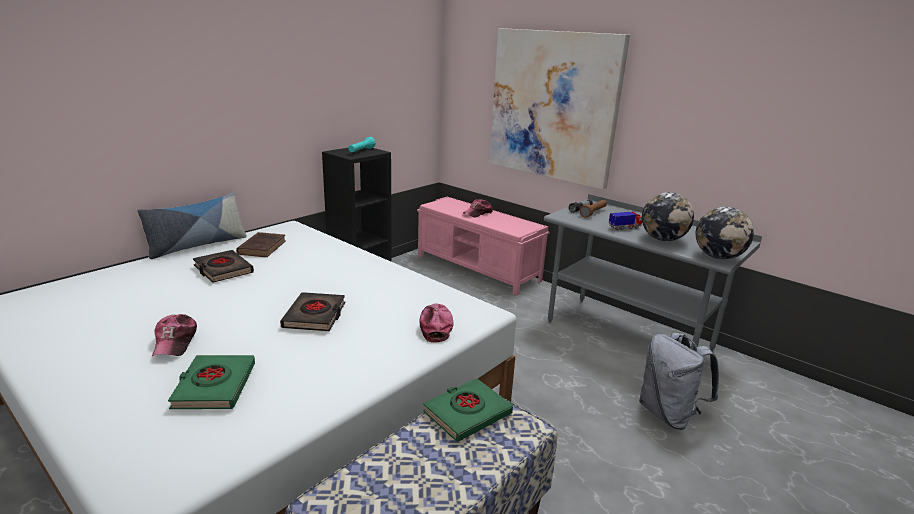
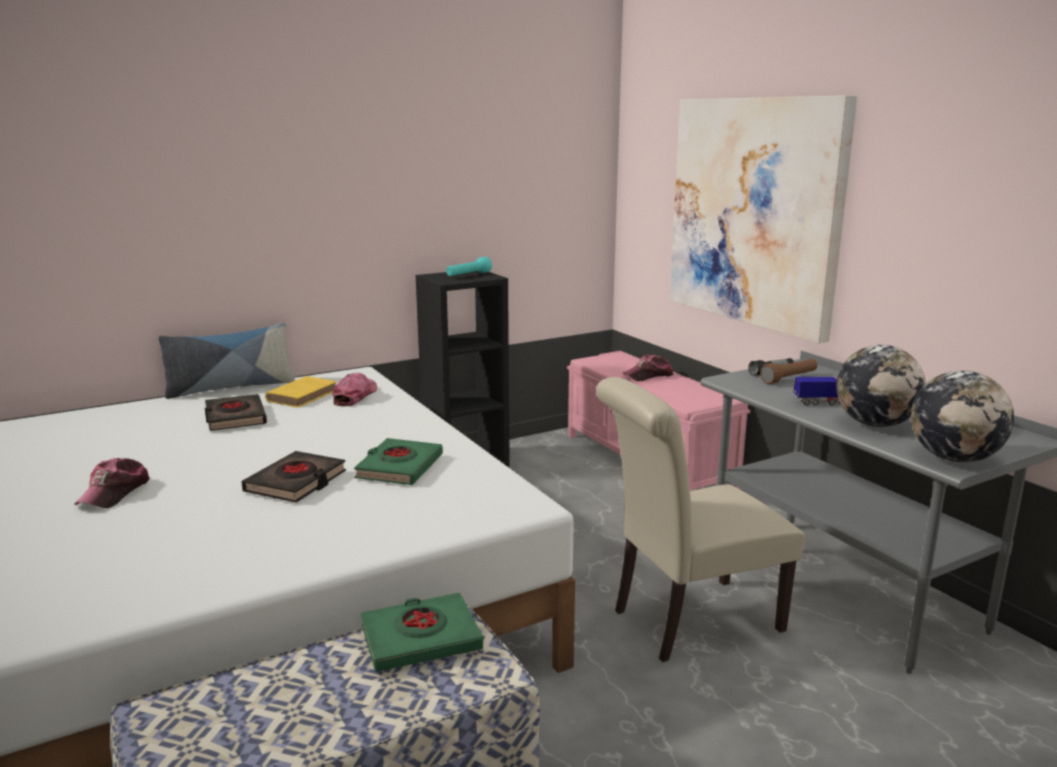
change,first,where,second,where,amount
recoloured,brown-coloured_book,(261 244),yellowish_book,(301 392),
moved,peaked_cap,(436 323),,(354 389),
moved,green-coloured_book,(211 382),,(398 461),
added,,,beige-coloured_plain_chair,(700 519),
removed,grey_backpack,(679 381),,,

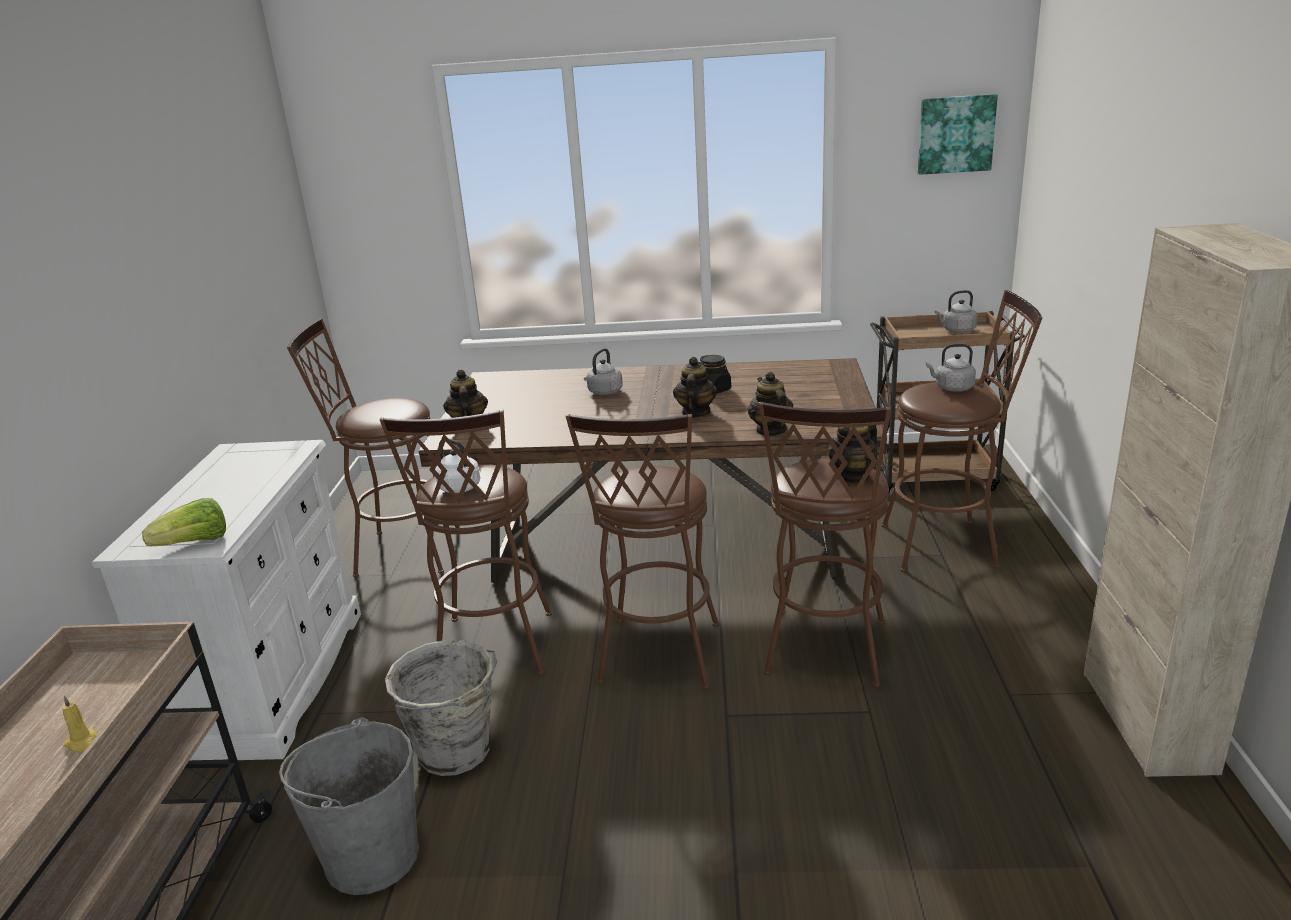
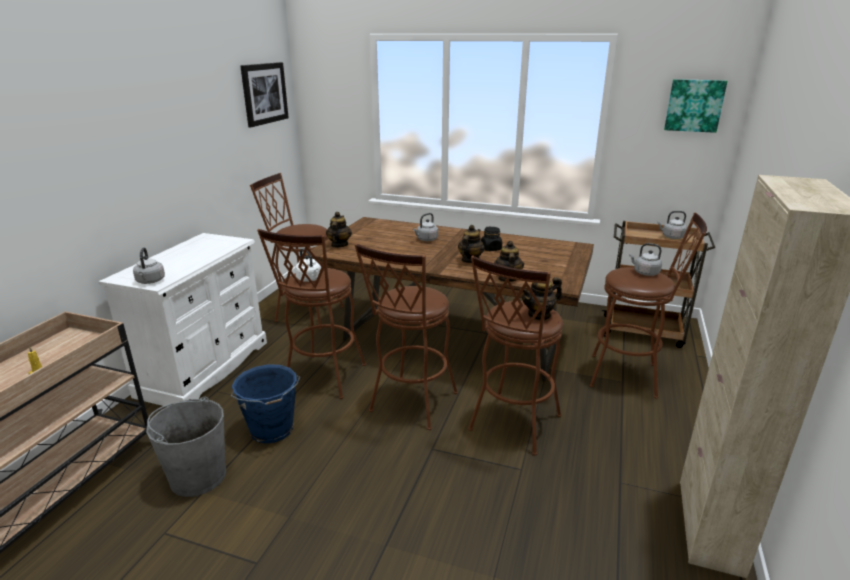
change,first,where,second,where,amount
replaced,lettuce_head,(184 522),grey_tea_kettle,(149 266),
recoloured,grey_pail,(441 707),blue_pail,(265 404),
added,,,wall_art,(264 94),

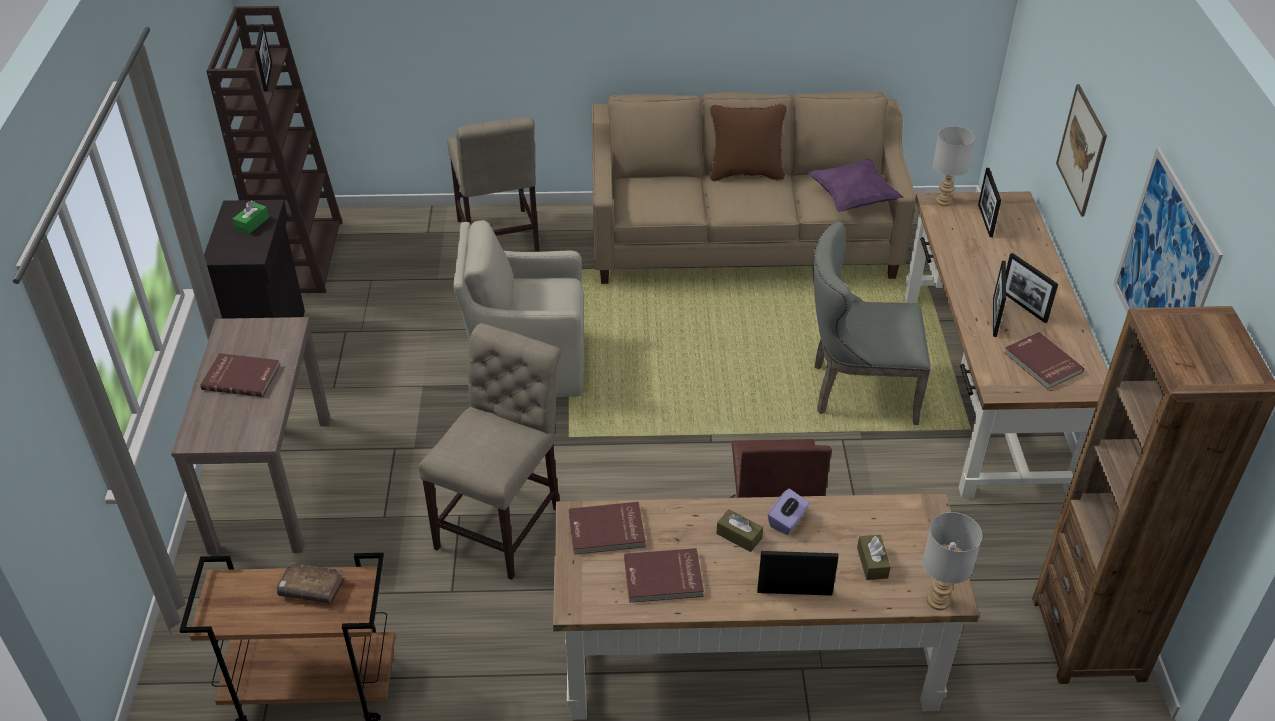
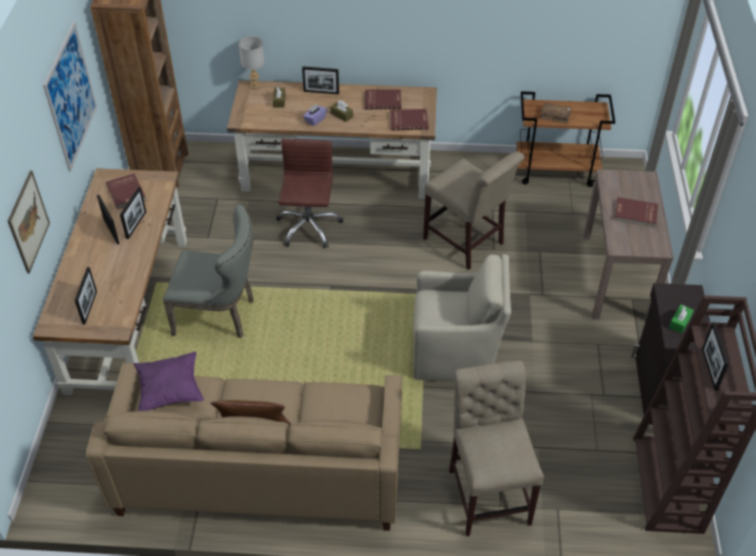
change,first,where,second,where,amount
turned,beige-coloured_plain_chair,(489 451),,(473 210),75 degrees counterclockwise
removed,grey_tabletop_lamp,(954 166),,,

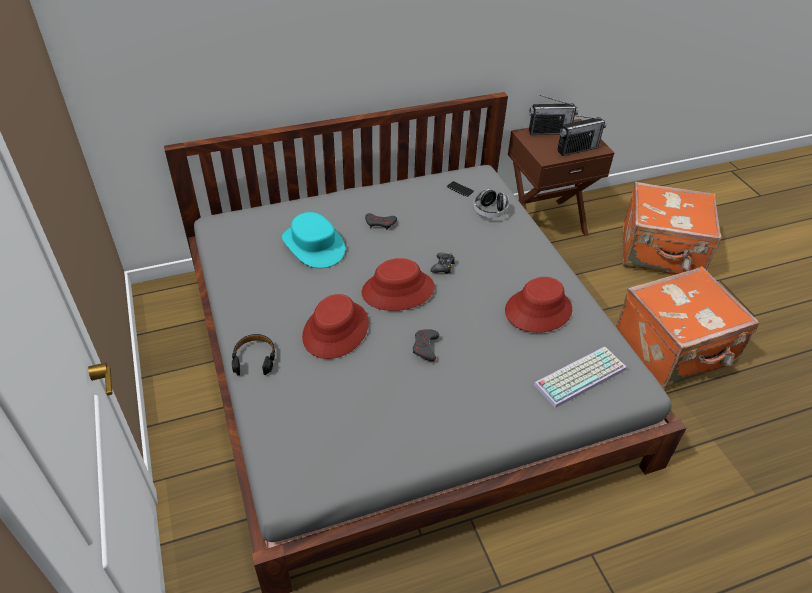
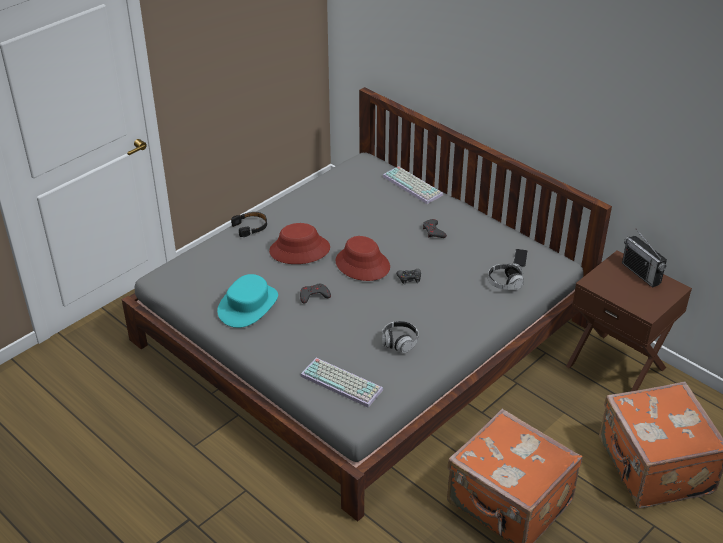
change,first,where,second,where,amount
moved,turquoise_wearable_hat,(313 240),,(247 301),
replaced,red_wearable_hat,(538 305),pair_of_headphones,(400 337),
added,,,keyboard,(413 185),
removed,radio_receiver,(581 135),,,

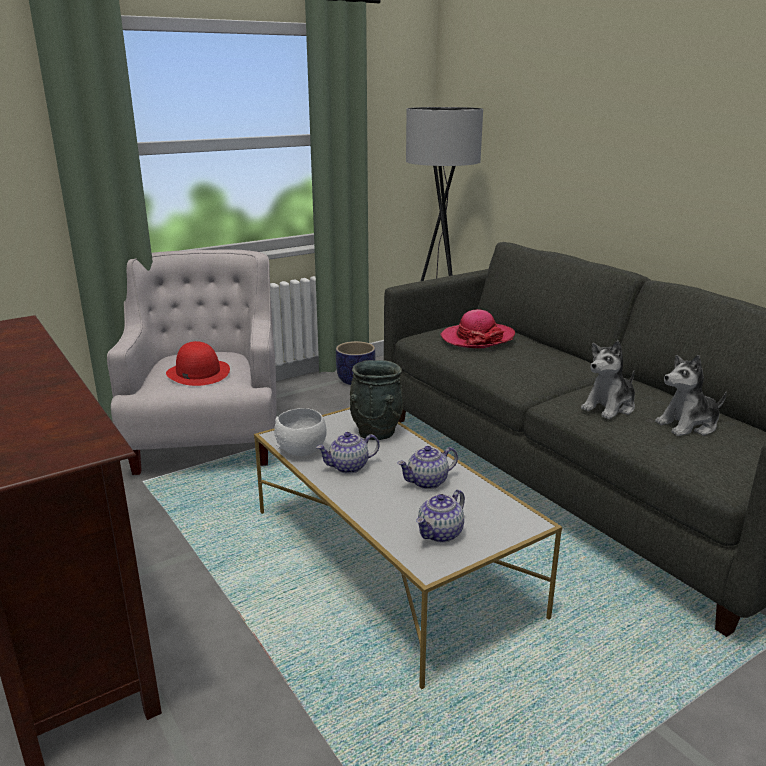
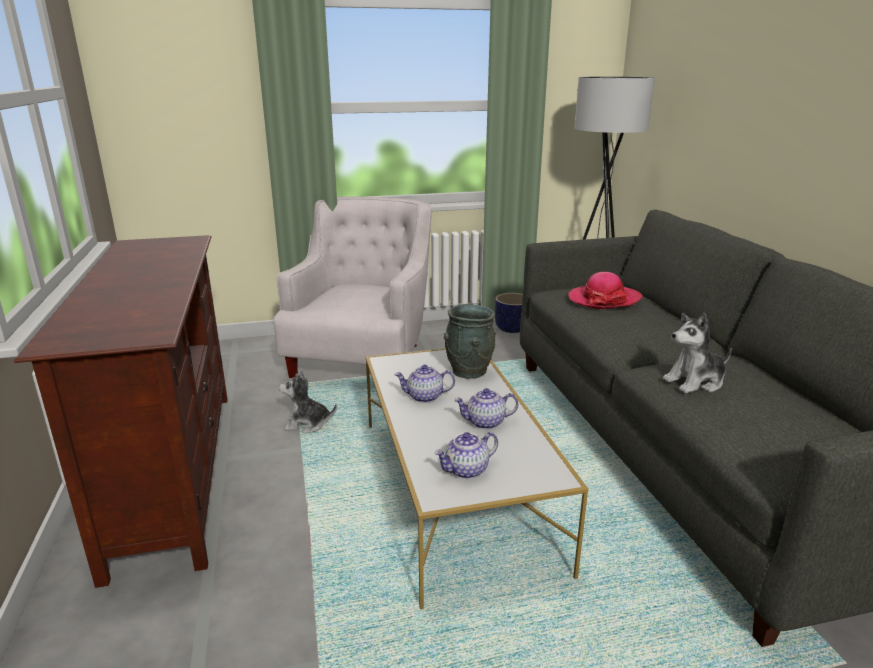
change,first,where,second,where,amount
moved,plush_toy,(691 395),,(308 402),
removed,red_wearable_hat,(198 363),,,
removed,white-coloured_bowl,(300 432),,,

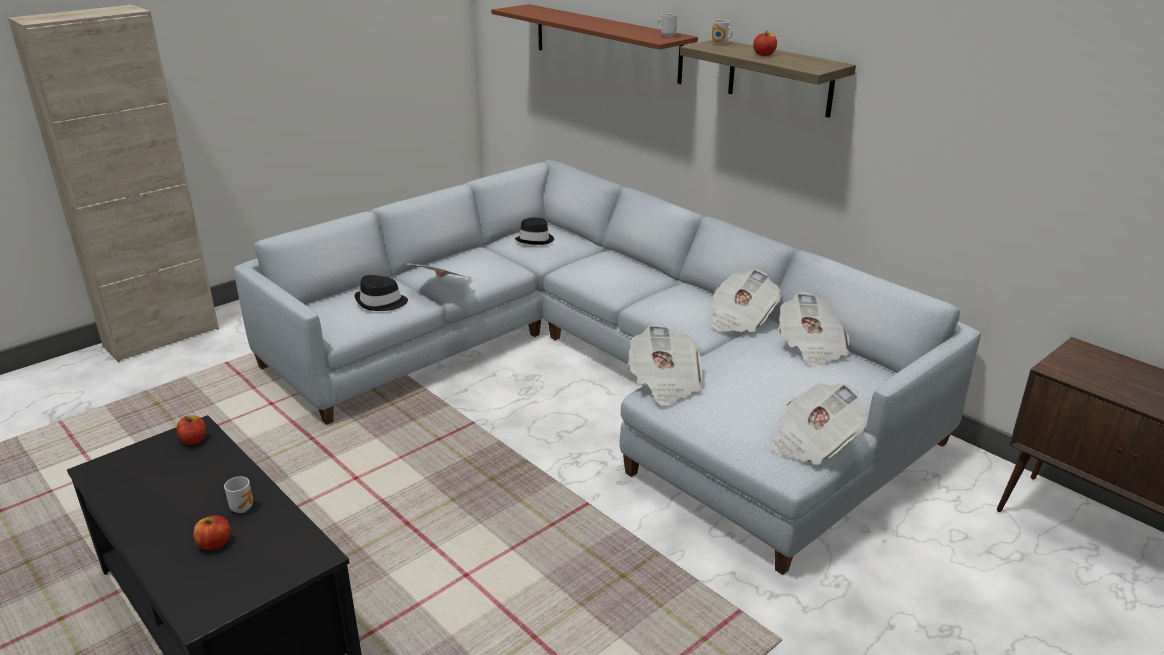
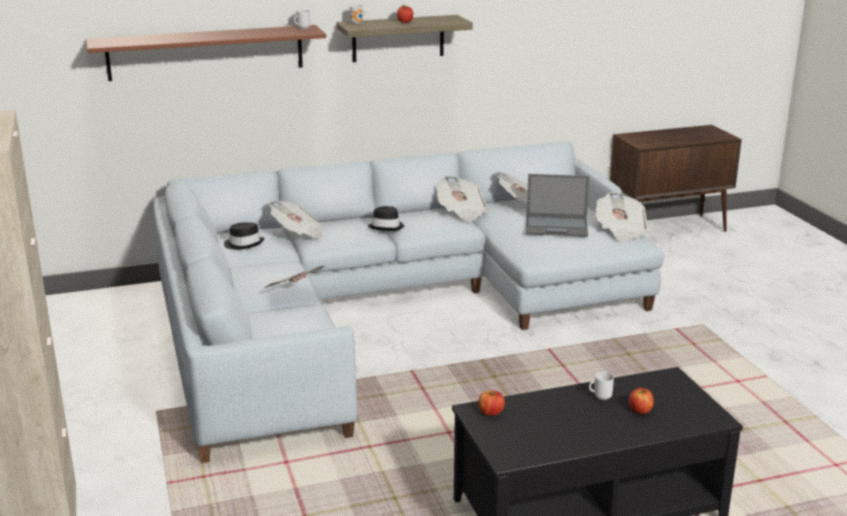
change,first,where,second,where,amount
moved,printed_paper,(665 365),,(296 220),
moved,black-coloured_wearable_hat,(381 293),,(386 218),
added,,,notebook_computer,(558 205),

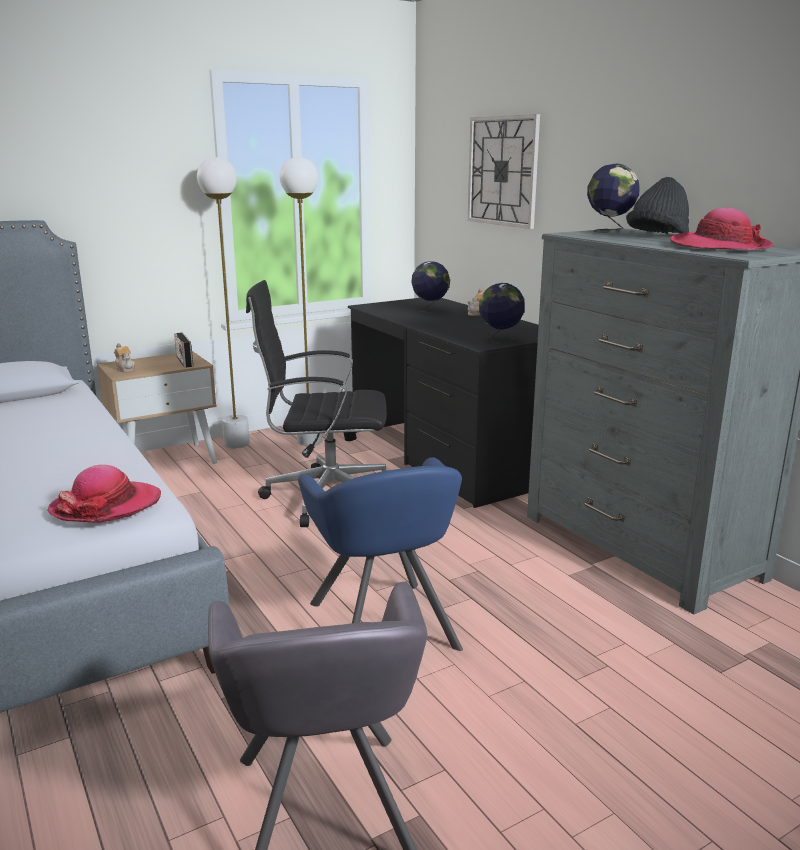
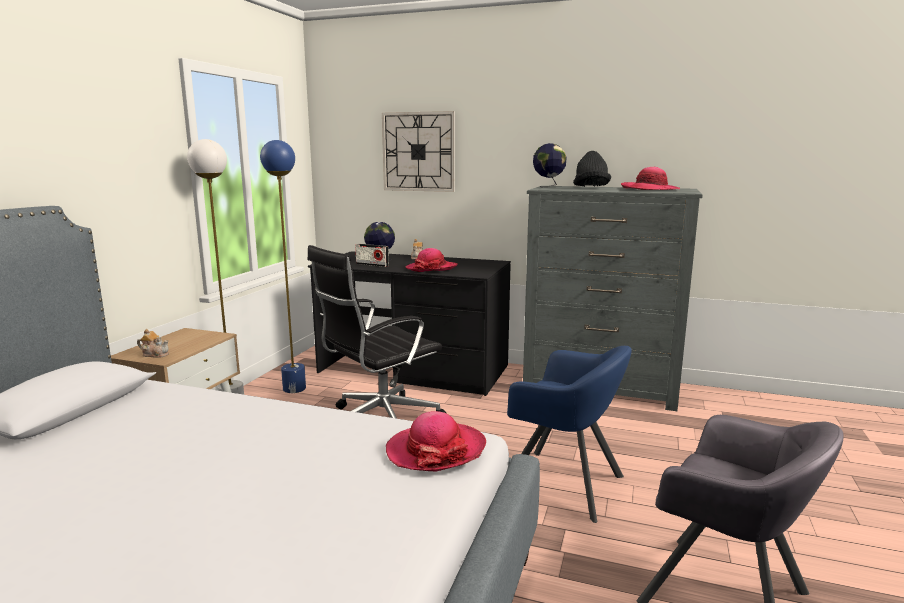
change,first,where,second,where,amount
recoloured,white-coloured_standing_lamp,(300 301),blue_standing_lamp,(283 266),
moved,radio_receiver,(183 350),,(372 255),
added,,,wearable_hat,(432 260),
removed,globe,(502 313),,,

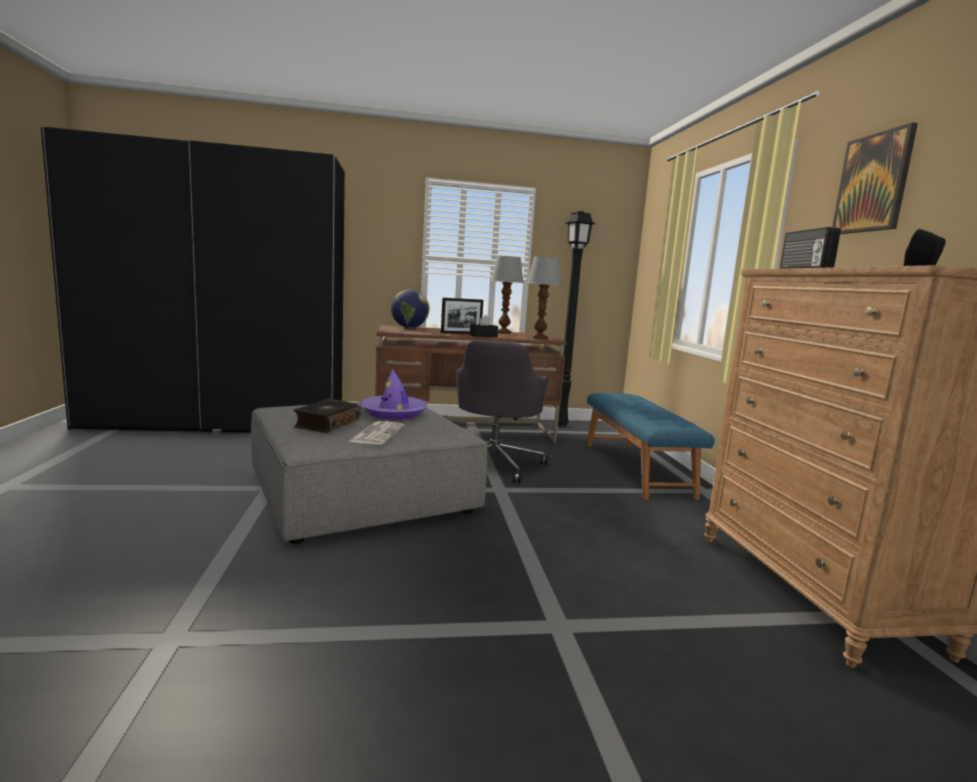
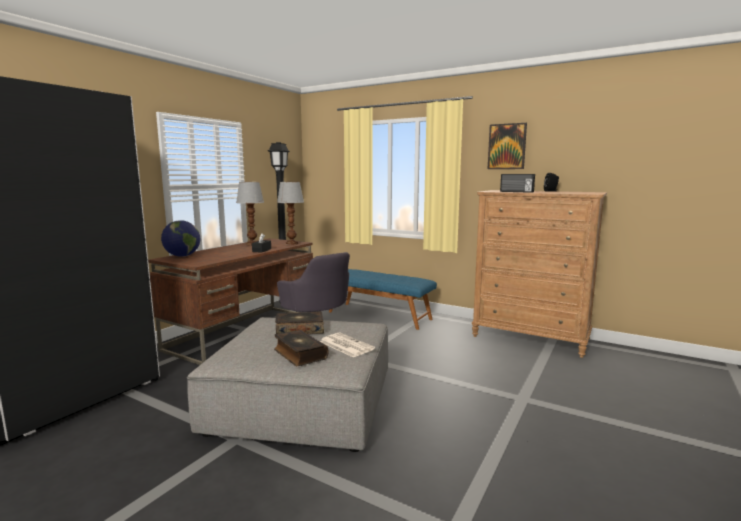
change,first,where,second,where,amount
replaced,purple_wearable_hat,(394 394),book,(299 322),
removed,picture_frame,(462 316),,,

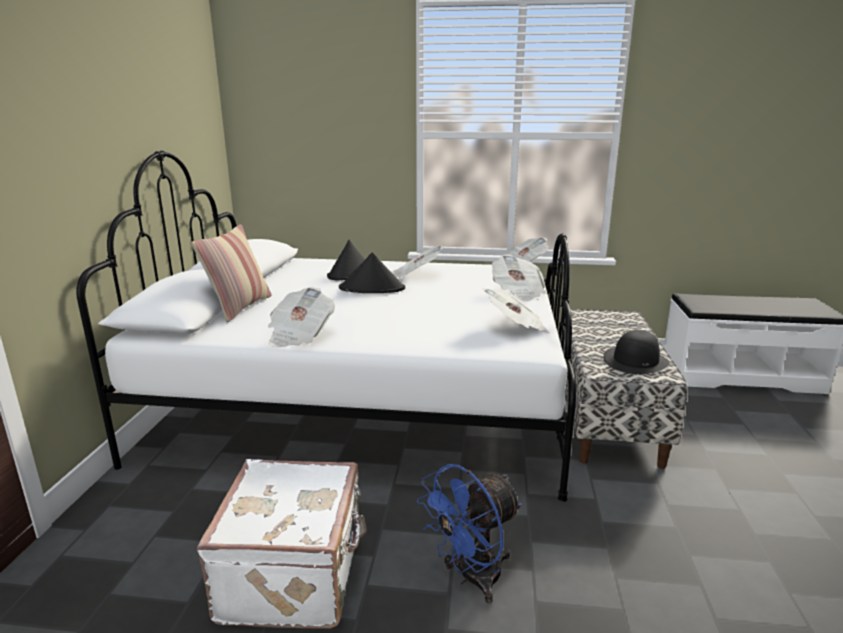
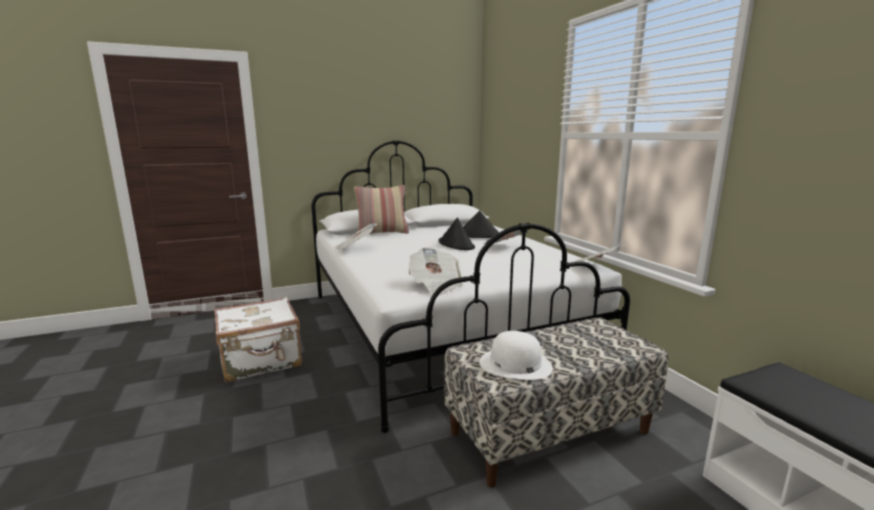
change,first,where,second,where,amount
recoloured,black-coloured_wearable_hat,(637 352),white-coloured_wearable_hat,(516 355),
removed,blue_electric_fan,(469 533),,,
removed,printed_paper,(519 278),,,

